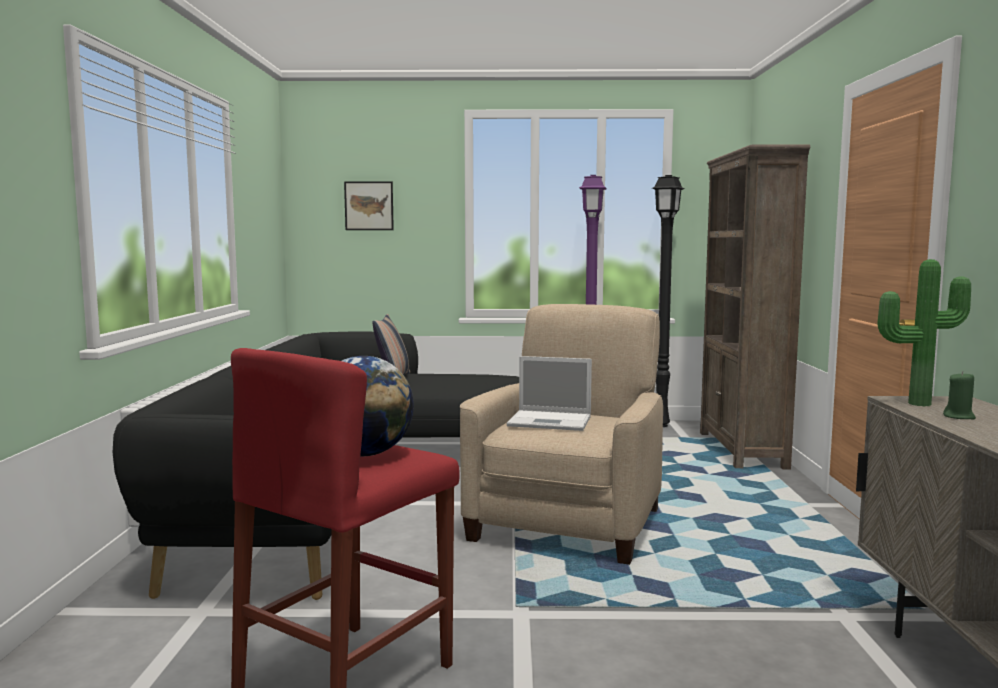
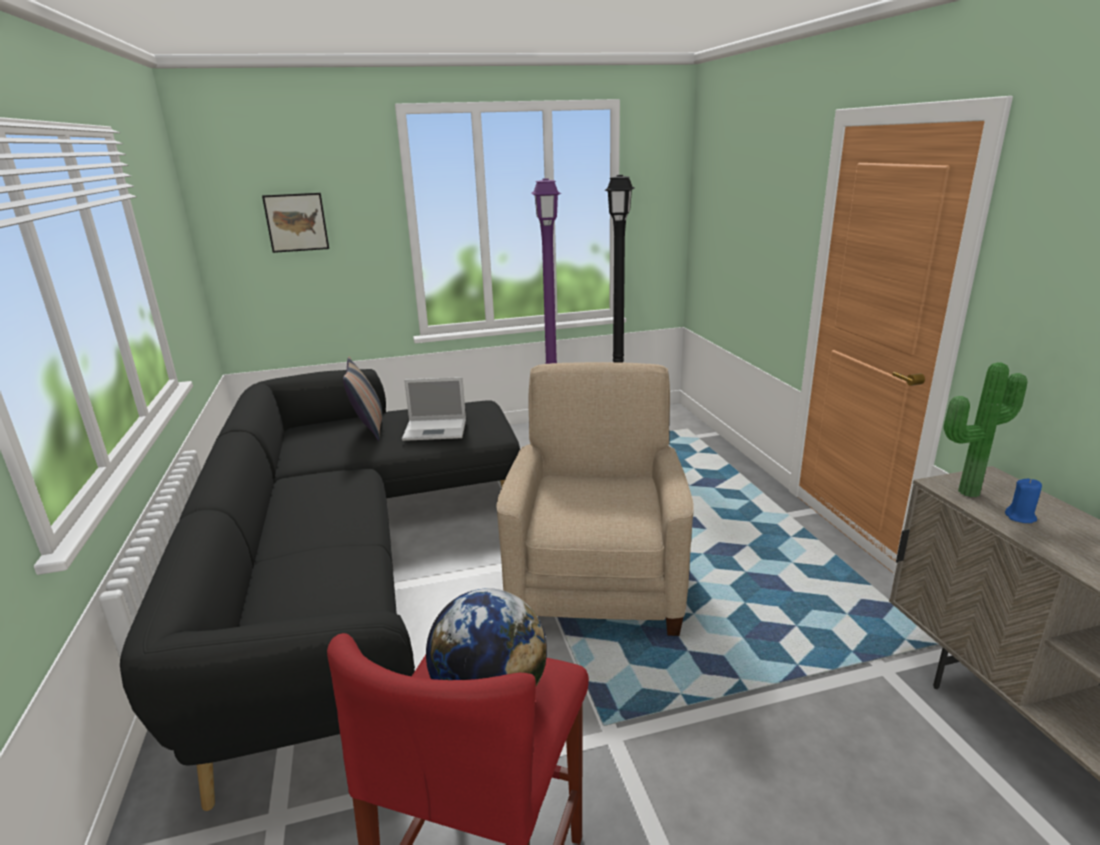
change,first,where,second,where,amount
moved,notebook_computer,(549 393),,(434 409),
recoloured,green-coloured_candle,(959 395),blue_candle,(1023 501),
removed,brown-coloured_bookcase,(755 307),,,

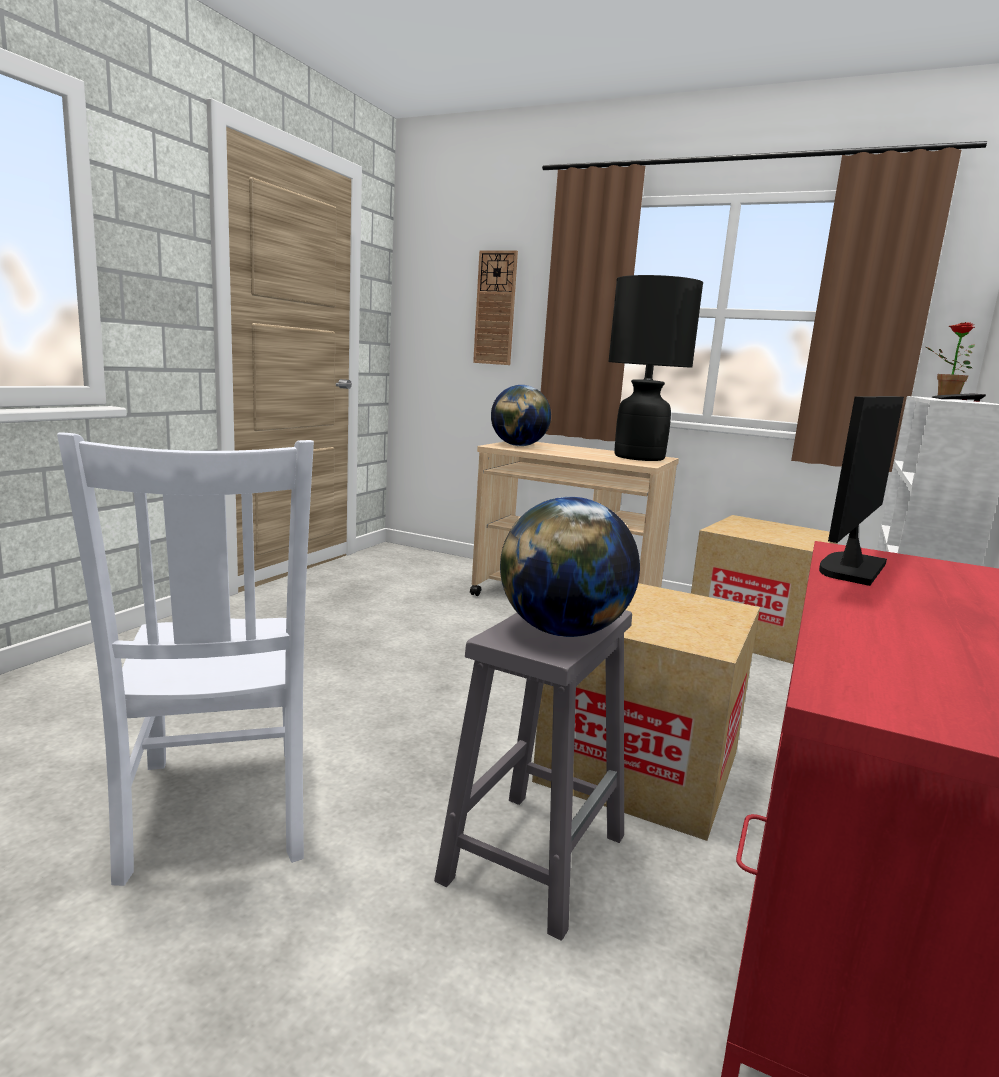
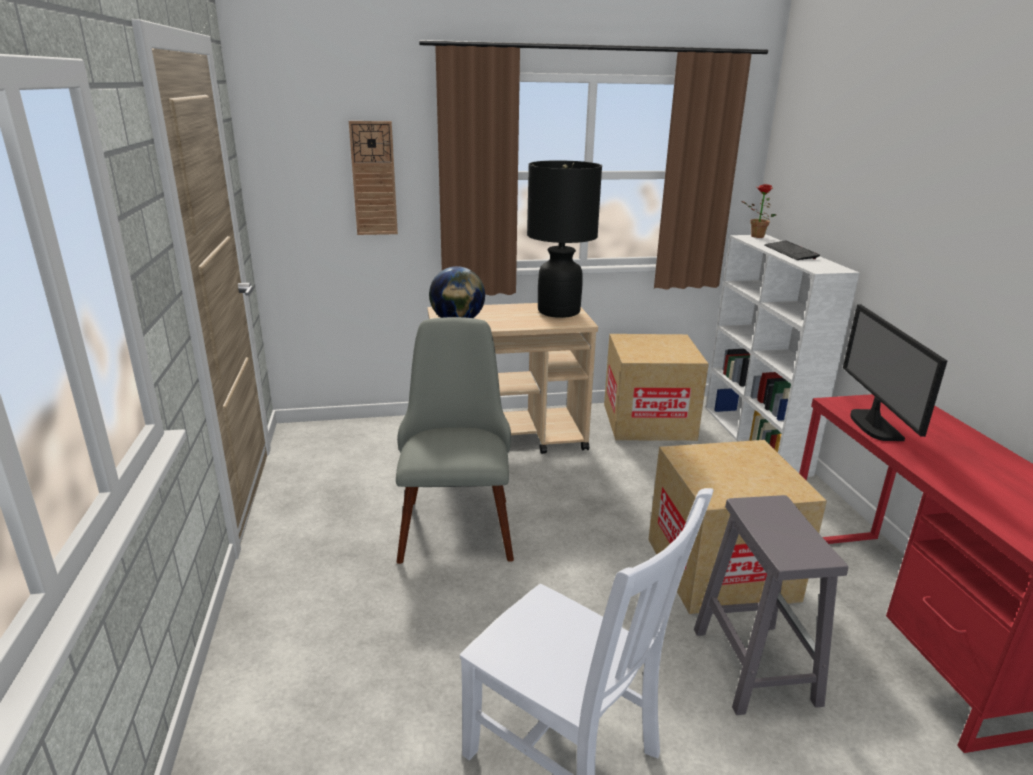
change,first,where,second,where,amount
added,,,grey_plain_chair,(455 440),
removed,globe,(570 567),,,

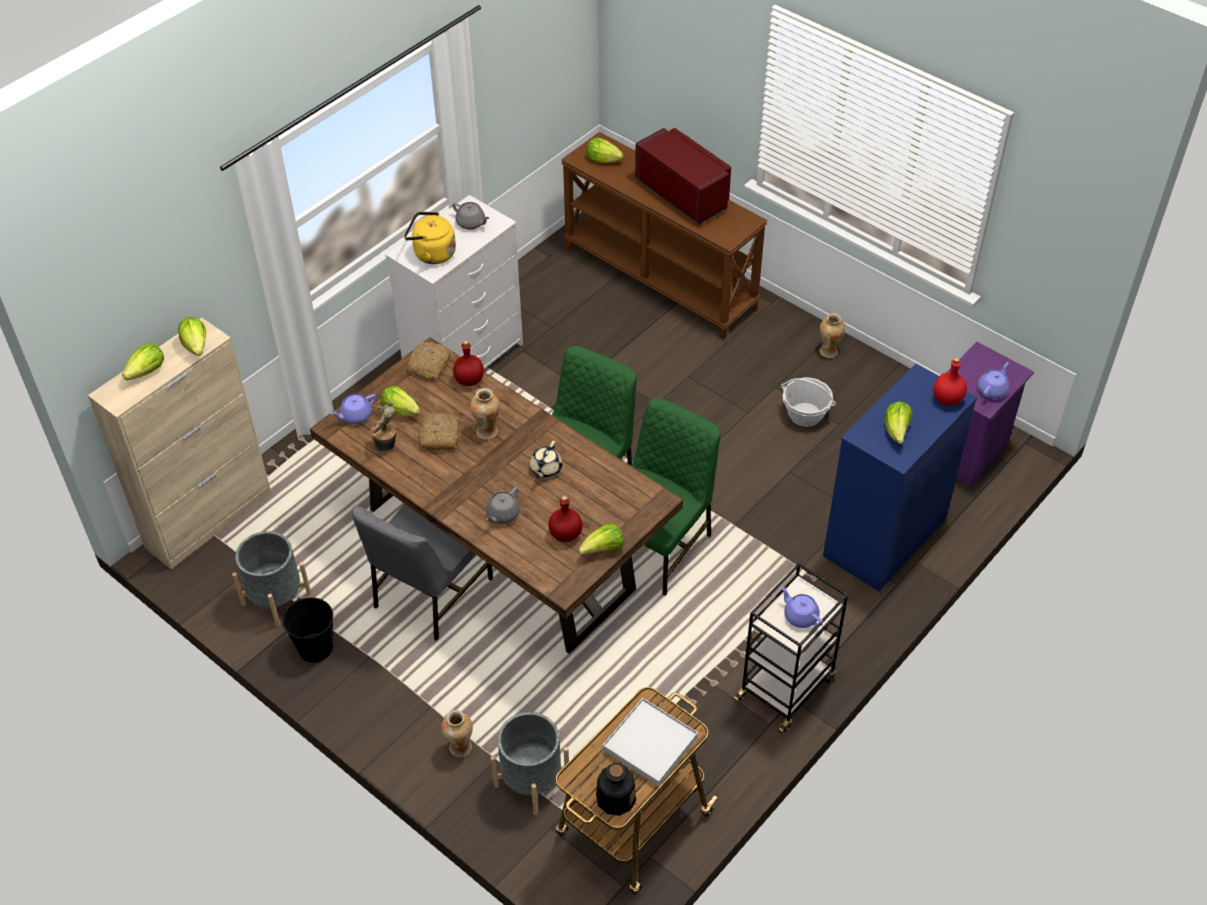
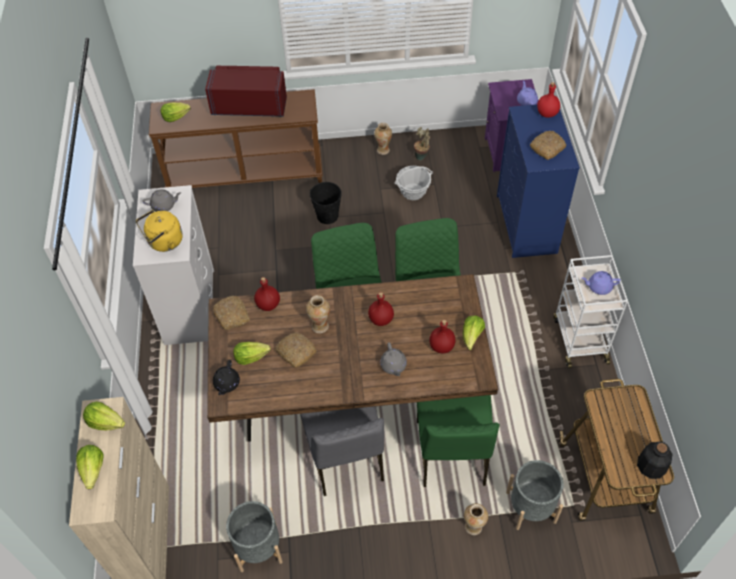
change,first,where,second,where,amount
recoloured,purple_tea_pot,(353 409),black-coloured_tea_pot,(226 377),
moved,black-coloured_pail,(307 629),,(326 203),
replaced,beige-coloured_tea_pot,(546 459),red_beverage_bottle,(381 309),
moved,potted_plant,(383 426),,(422 143),
added,,,green-coloured_plain_chair,(458 441),
replaced,lettuce_head,(898 422),bread,(548 145),
recoloured,black-coloured_trolley,(790 648),white-coloured_trolley,(591 311),
removed,white-coloured_carrying_tray,(650 742),,,

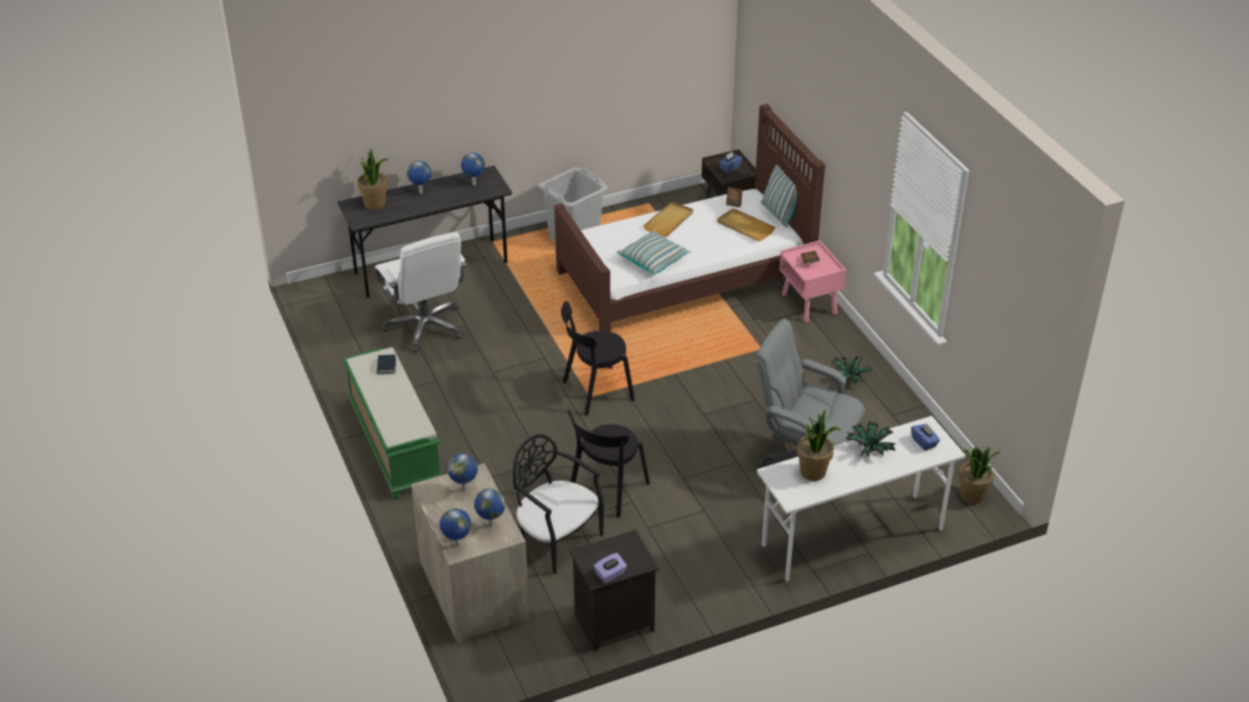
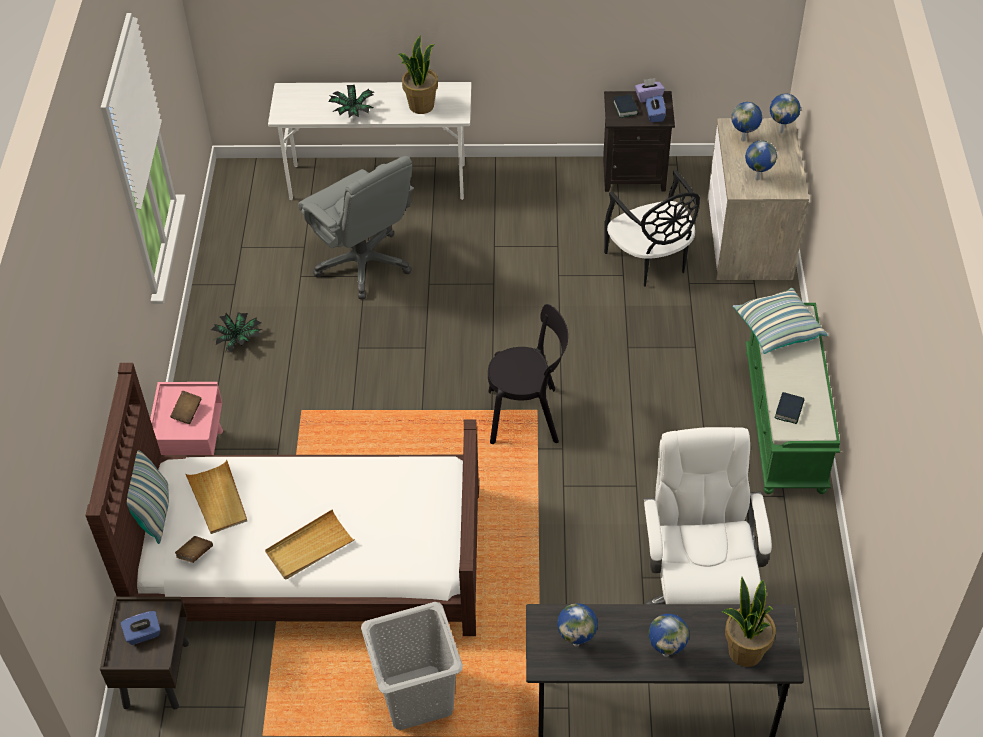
change,first,where,second,where,amount
added,,,book,(625 106),
moved,blue_tissue_box,(925 437),,(655 108),
moved,cushion,(654 252),,(780 321),
removed,black-coloured_plain_chair,(609 464),,,
removed,potted_plant,(980 475),,,

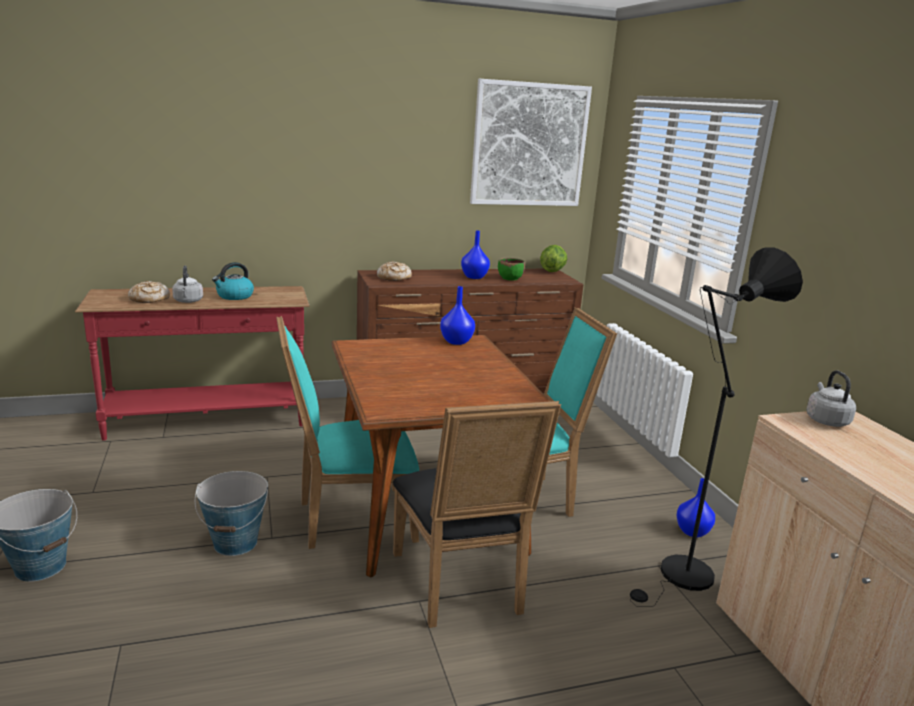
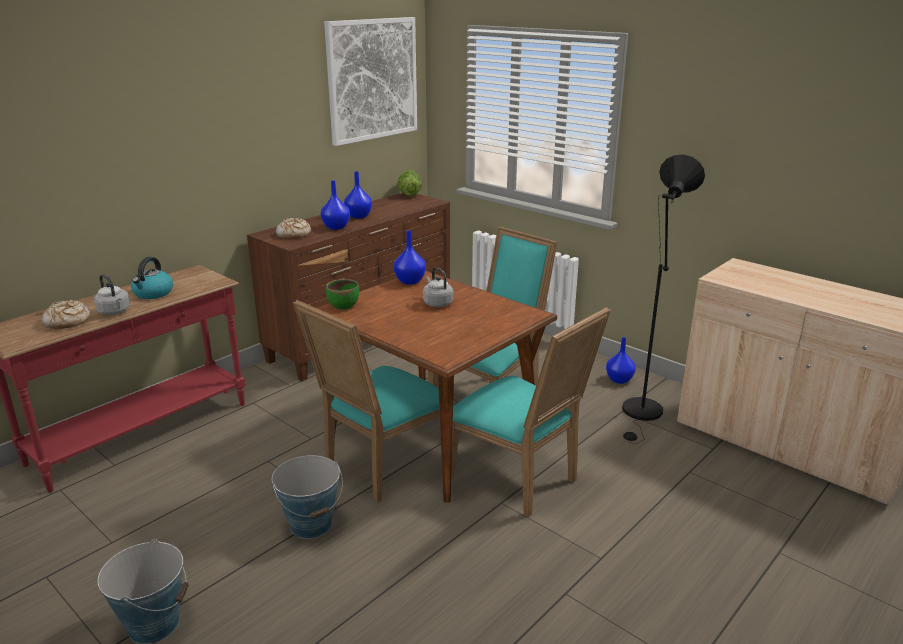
change,first,where,second,where,amount
added,,,blue_flower_vase,(335 205),
moved,green-coloured_bowl,(511 269),,(343 294),
moved,grey_tea_kettle,(831 398),,(438 287),
recoloured,black-coloured_plain_chair,(477 514),turquoise_plain_chair,(531 412),

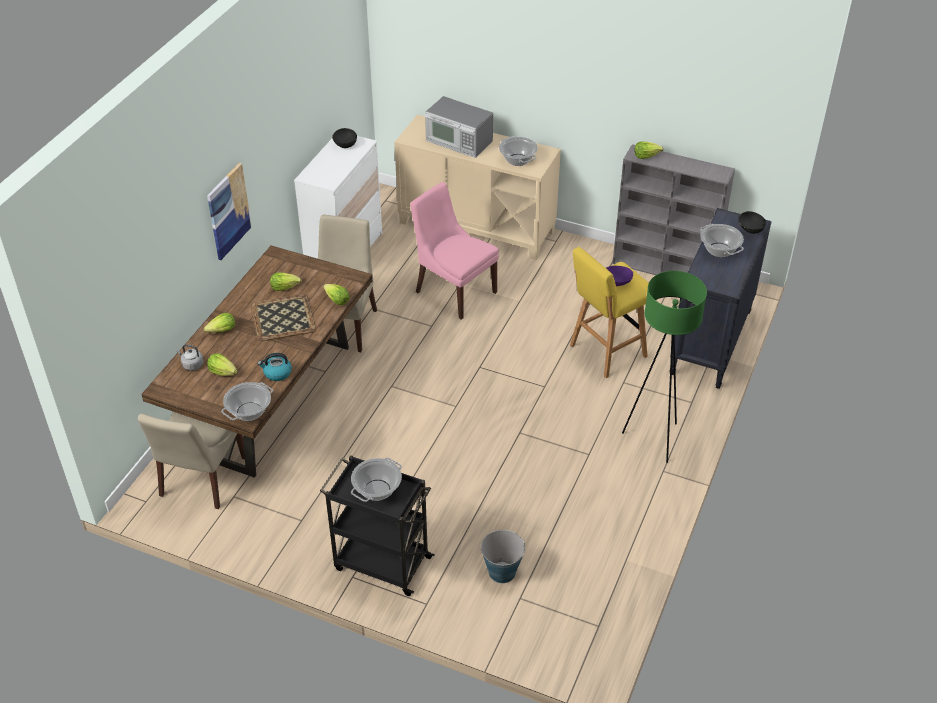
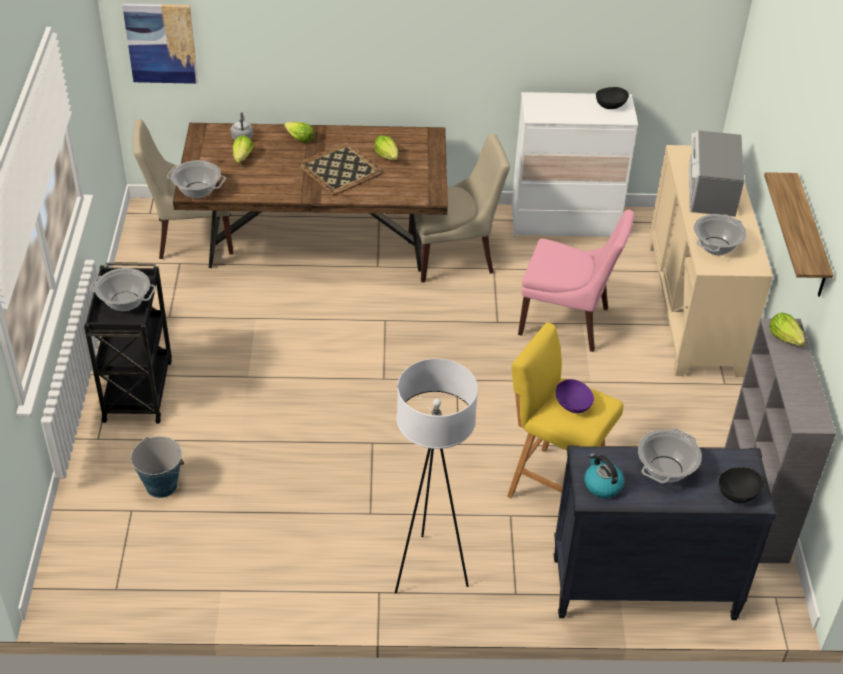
change,first,where,second,where,amount
moved,wall_art,(229 211),,(160 44),
recoloured,green-coloured_standing_lamp,(664 367),white-coloured_standing_lamp,(436 476),
turned,pinkish_plain_chair,(454 251),,(576 281),90 degrees clockwise
moved,tea_kettle,(275 367),,(604 475),
added,,,wall_shelf,(798 234),
removed,lettuce_head,(337 294),,,

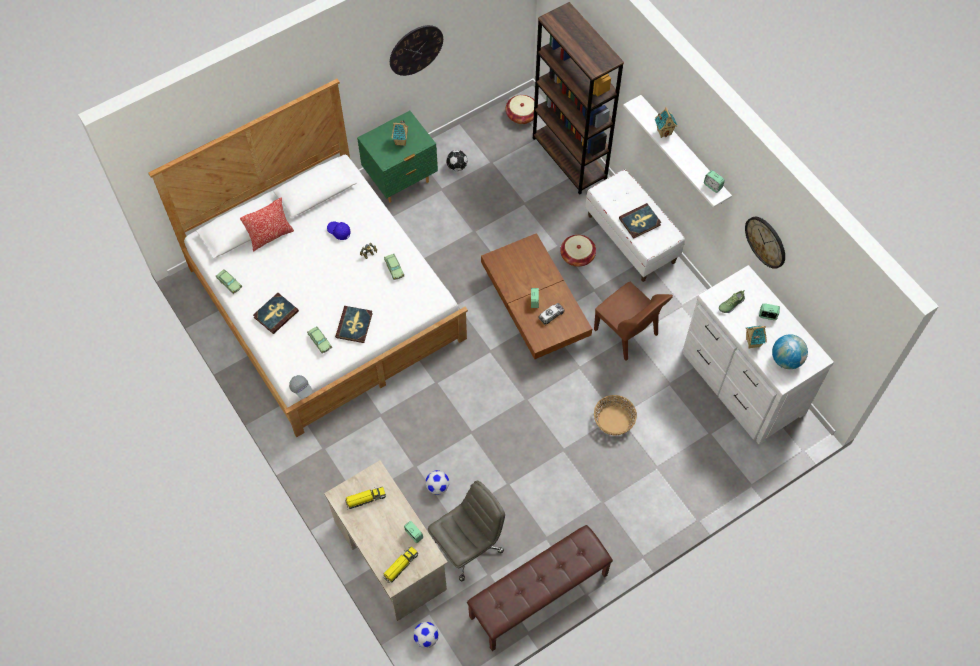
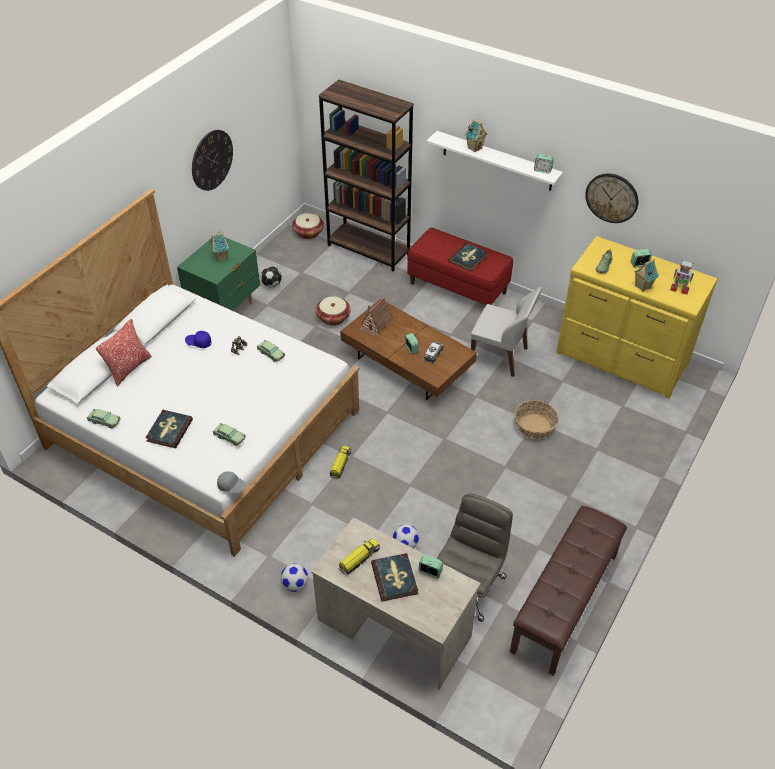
change,first,where,second,where,amount
moved,ball_for_football,(426 635),,(294 578),
moved,basket,(578 251),,(333 310),
moved,model_truck,(400 565),,(340 462),
added,,,model_house,(377 317),
moved,book,(354 324),,(394 577),
recoloured,white-coloured_bench,(635 226),red_bench,(460 266),
recoloured,brown-coloured_plain_chair,(633 321),white-coloured_plain_chair,(506 332),
recoloured,white-coloured_drawer_chest,(758 354),yellowish_drawer_chest,(637 317),
replaced,globe,(790 352),model_robot,(682 277),

